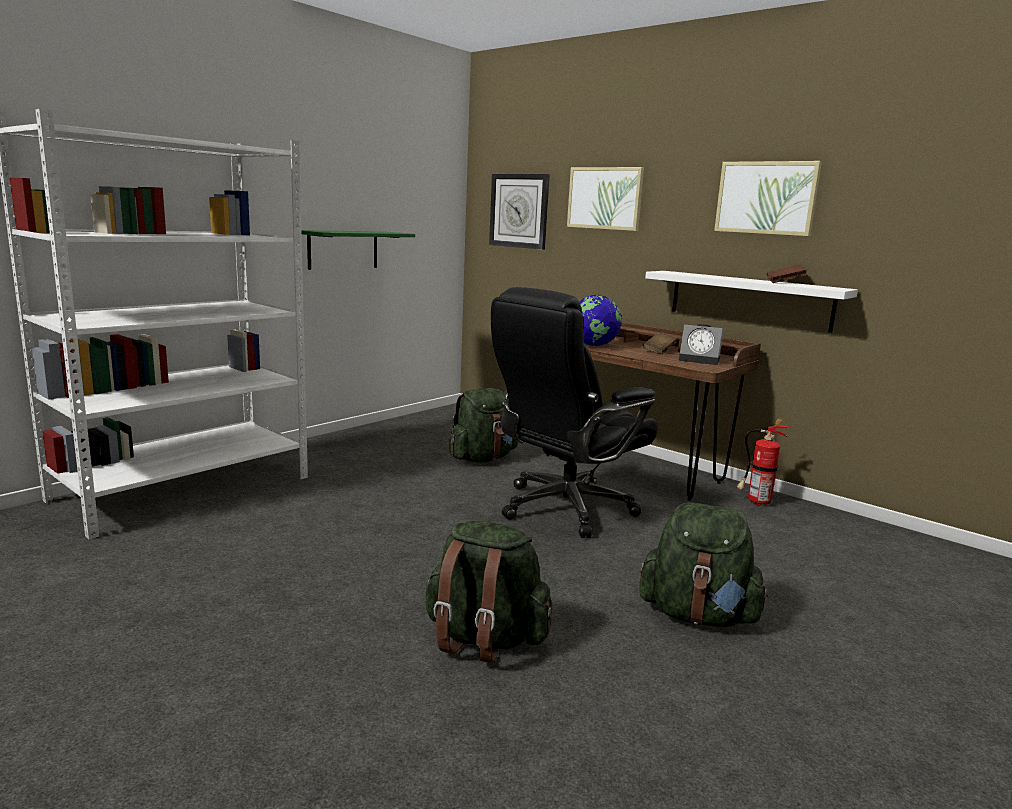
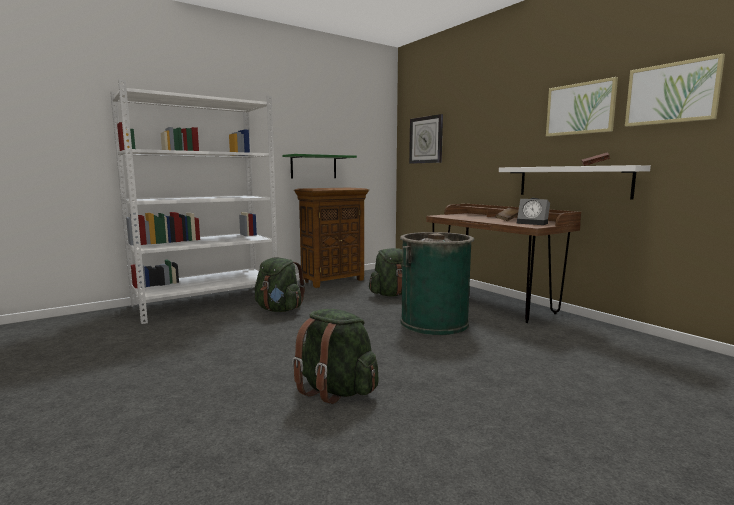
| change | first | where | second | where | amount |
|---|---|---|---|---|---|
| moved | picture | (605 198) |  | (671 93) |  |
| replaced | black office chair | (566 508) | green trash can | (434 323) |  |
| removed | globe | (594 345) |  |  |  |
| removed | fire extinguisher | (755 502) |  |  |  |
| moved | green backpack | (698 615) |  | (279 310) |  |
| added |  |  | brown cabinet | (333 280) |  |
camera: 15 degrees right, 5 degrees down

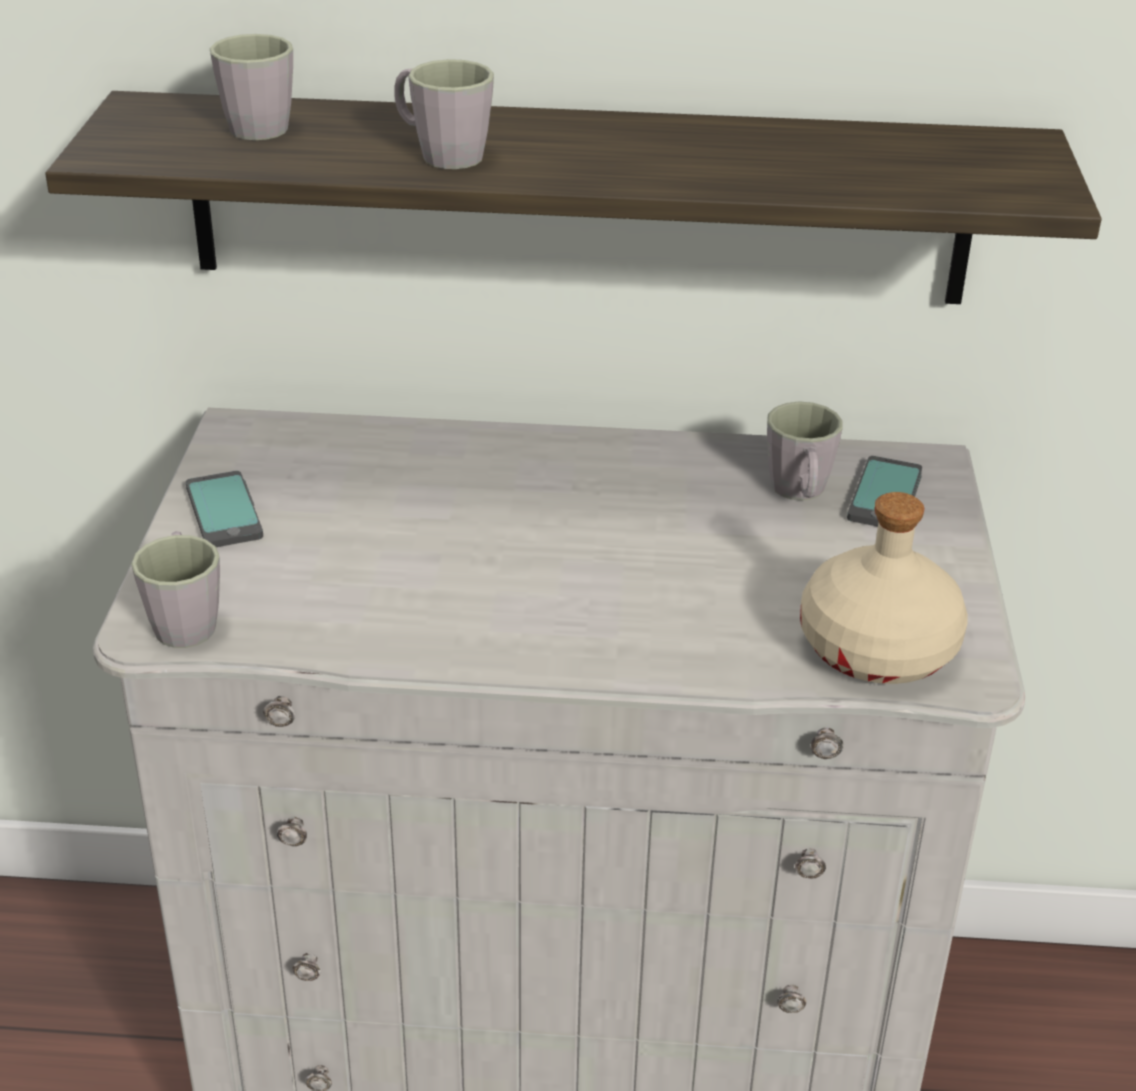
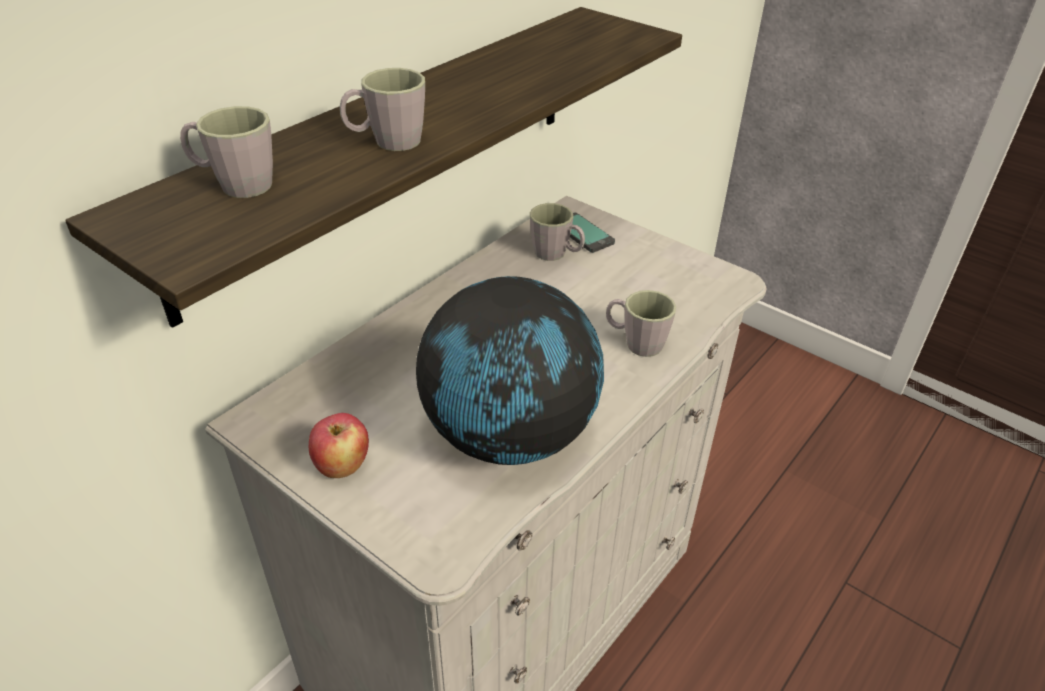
| change | first | where | second | where | amount |
|---|---|---|---|---|---|
| replaced | phone | (224 511) | apple | (342 466) |  |
| removed | beige bottle | (876 649) |  |  |  |
| moved | grey mug | (185 619) |  | (635 342) |  |
| added |  |  | globe | (510 435) |  |
camera: 55 degrees left, 5 degrees up

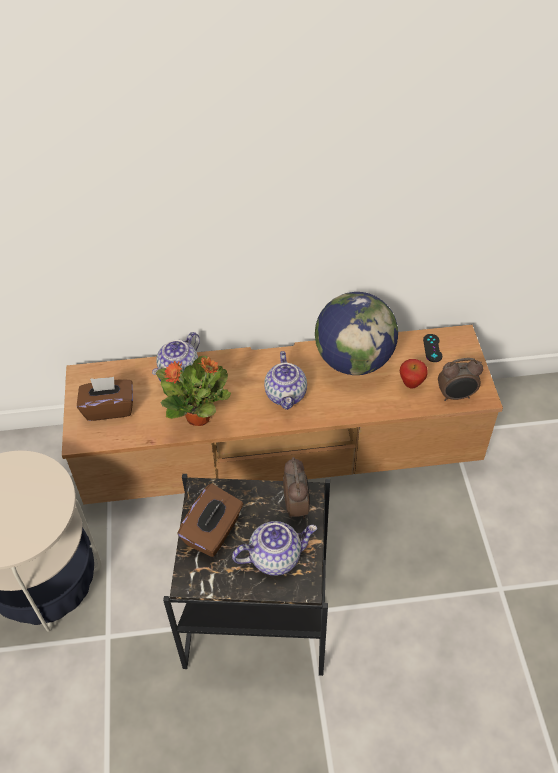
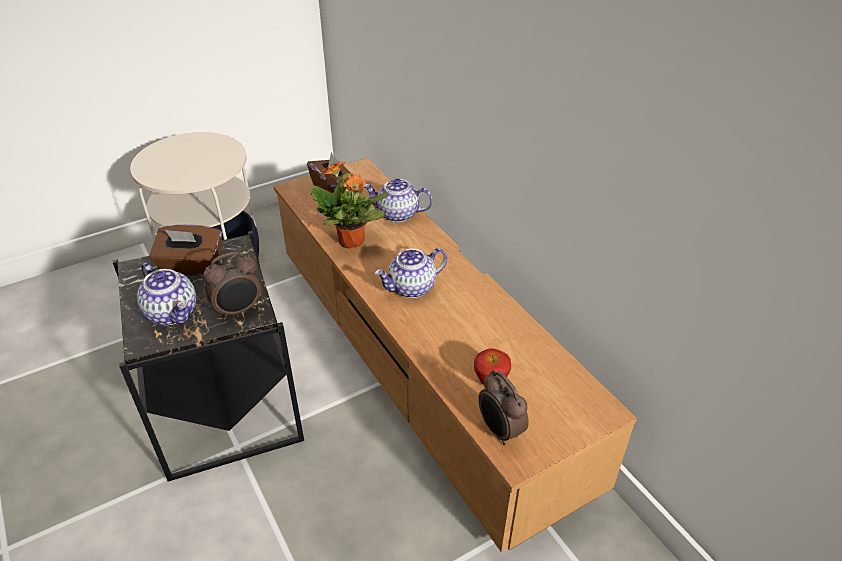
| change | first | where | second | where | amount |
|---|---|---|---|---|---|
| removed | globe | (354 360) |  |  |  |
| removed | black game controller | (432 348) |  |  |  |
camera: 65 degrees right, 10 degrees down

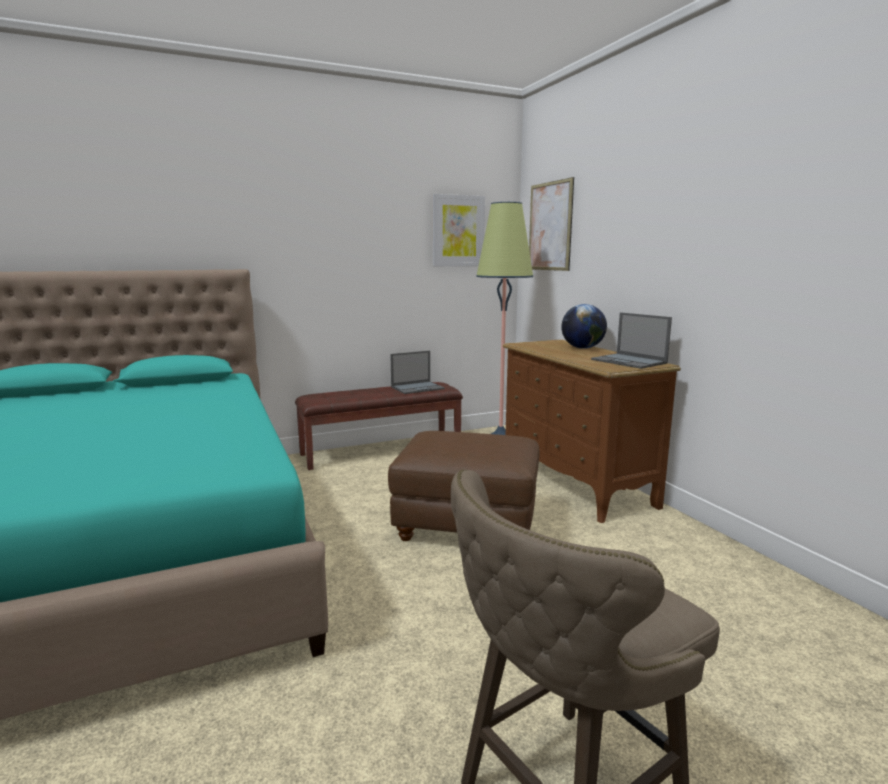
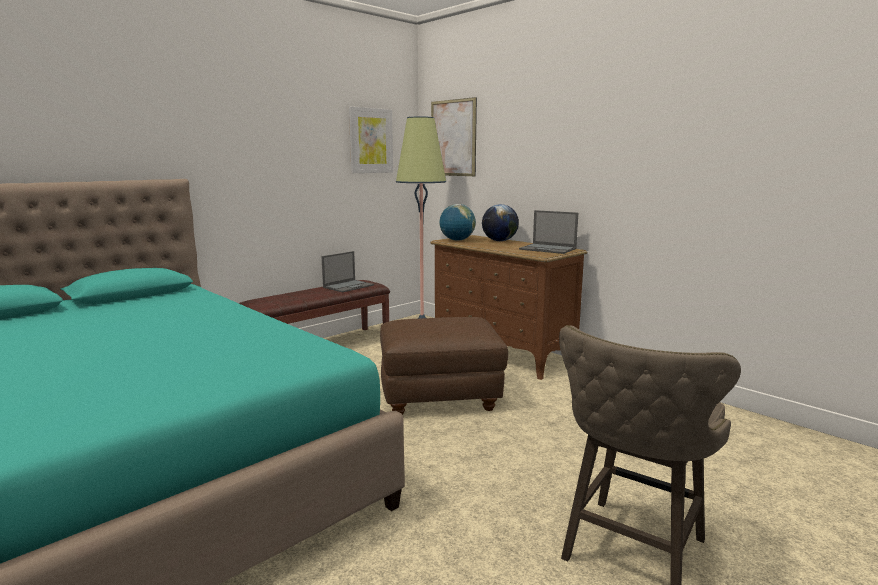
| change | first | where | second | where | amount |
|---|---|---|---|---|---|
| added |  |  | globe | (457 240) |  |
camera: 20 degrees left, 0 degrees up

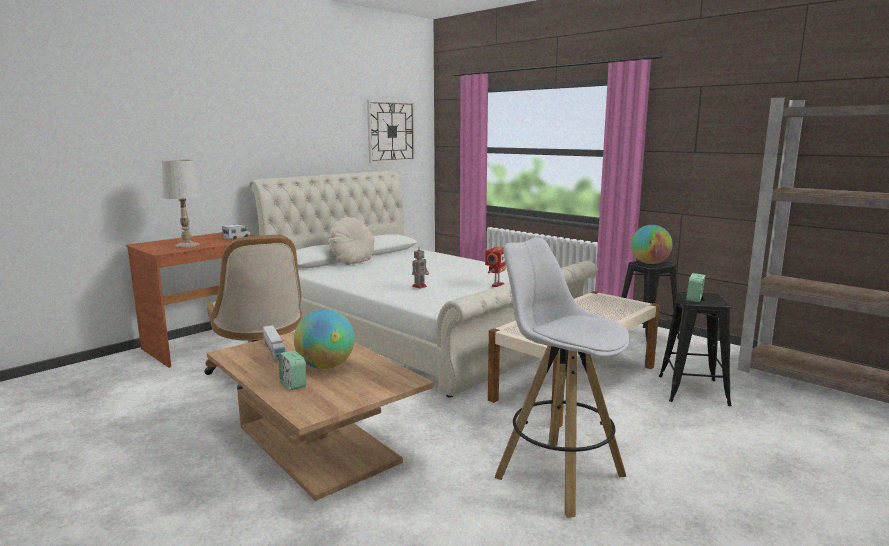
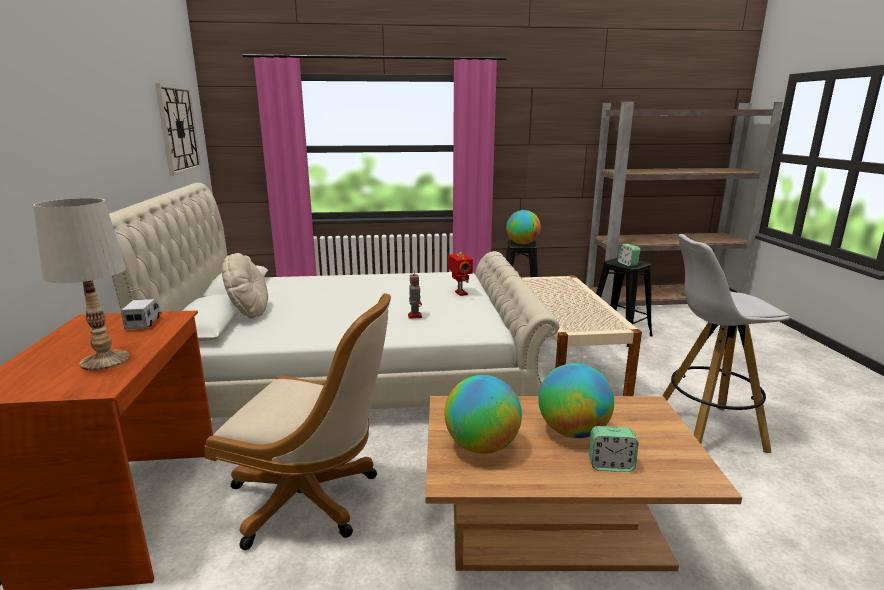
| change | first | where | second | where | amount |
|---|---|---|---|---|---|
| replaced | toy truck | (274 350) | globe | (481 446) |  |
camera: 50 degrees left, 5 degrees up

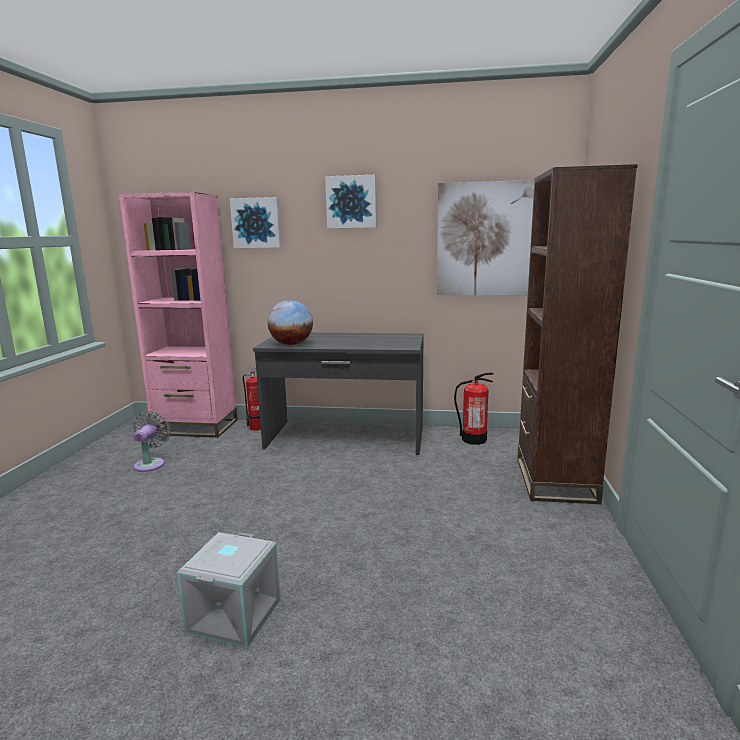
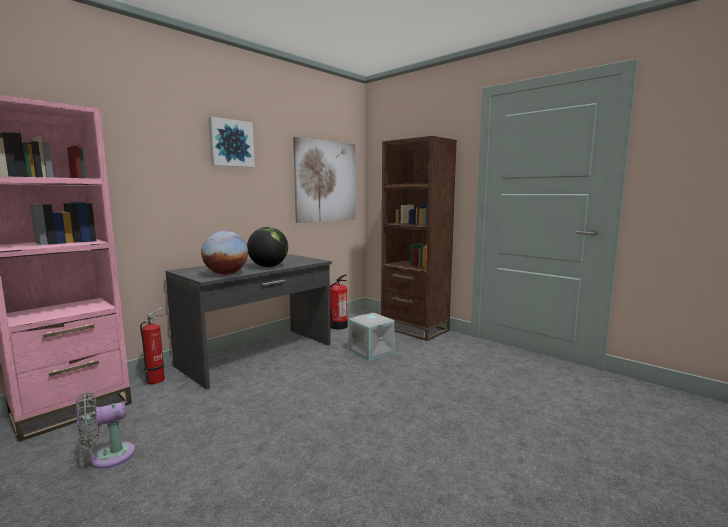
| change | first | where | second | where | amount |
|---|---|---|---|---|---|
| removed | picture | (256 223) |  |  |  |
| turned | grey fan | (151 464) |  | (107 457) | 75 degrees counterclockwise |
| moved | grey storage box | (235 616) |  | (372 351) |  |
| added |  |  | globe | (268 266) |  |
camera: 55 degrees left, 5 degrees down

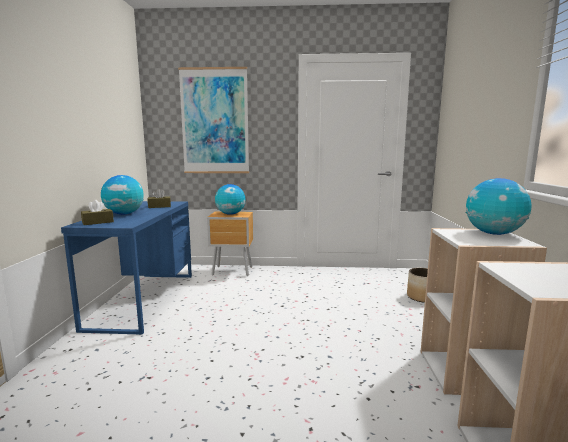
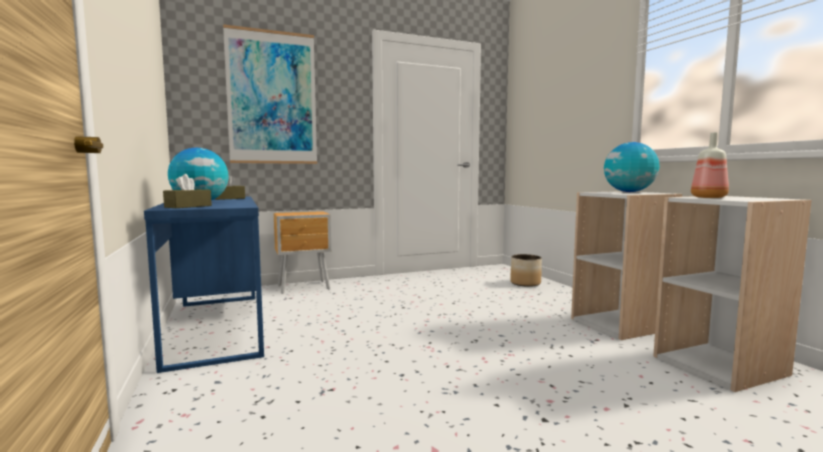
| change | first | where | second | where | amount |
|---|---|---|---|---|---|
| removed | globe | (230 214) |  |  |  |
| added |  |  | bottle | (709 197) |  |
camera: 25 degrees left, 5 degrees down

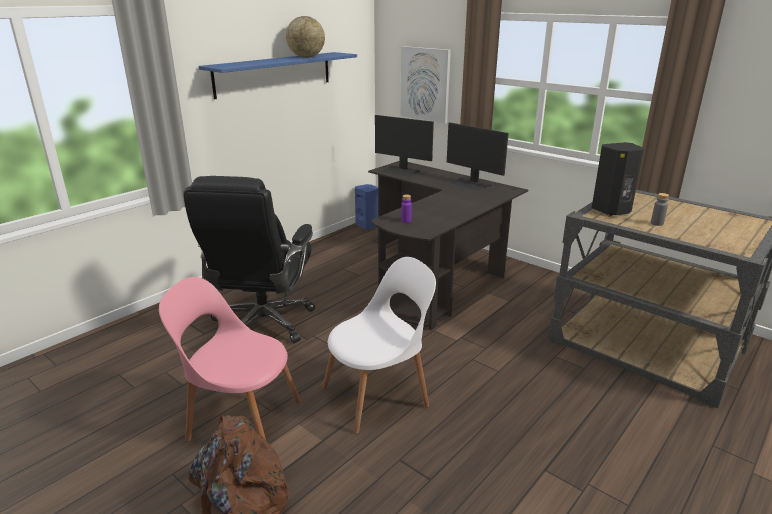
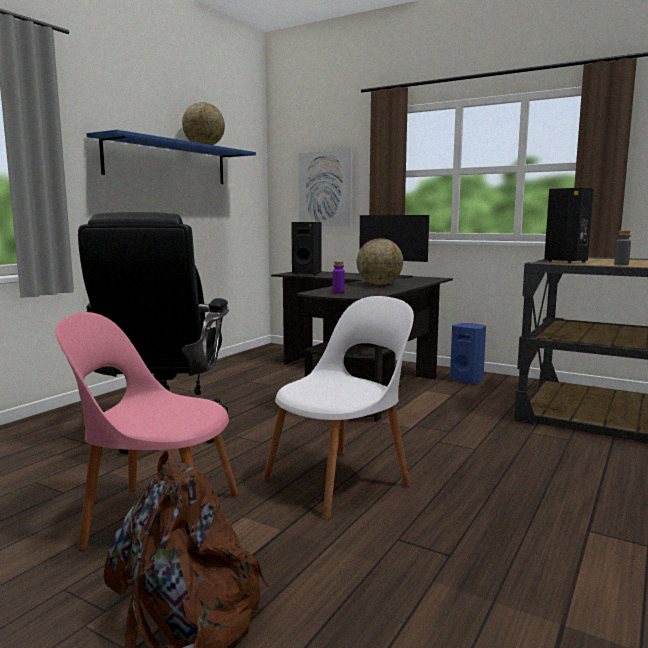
| change | first | where | second | where | amount |
|---|---|---|---|---|---|
| replaced | monitor | (400 171) | black speaker | (308 274) |  |
| moved | blue speaker | (368 225) |  | (467 380) |  |
| added |  |  | globe | (379 284) |  |
camera: 10 degrees left, 15 degrees down

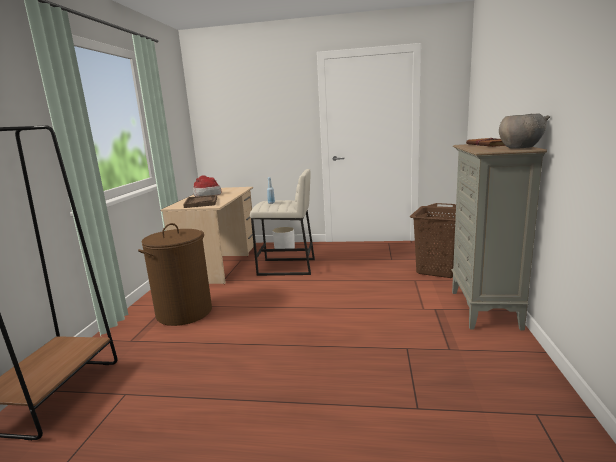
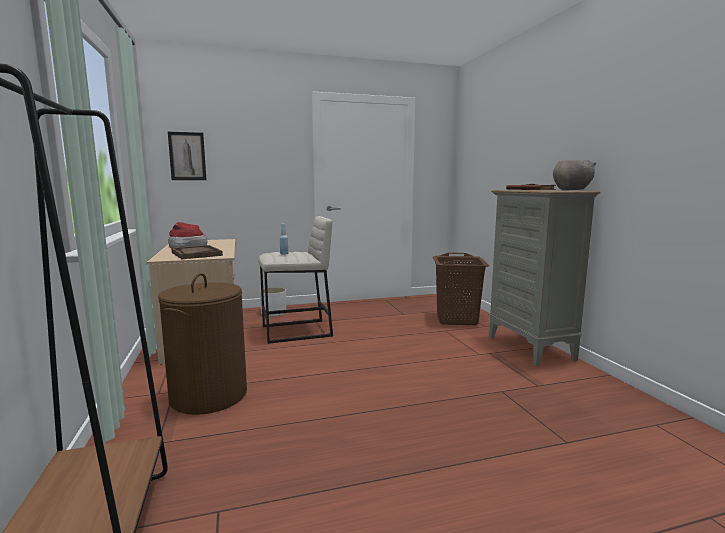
| change | first | where | second | where | amount |
|---|---|---|---|---|---|
| added |  |  | picture | (187 156) |  |
camera: 25 degrees left, 5 degrees down

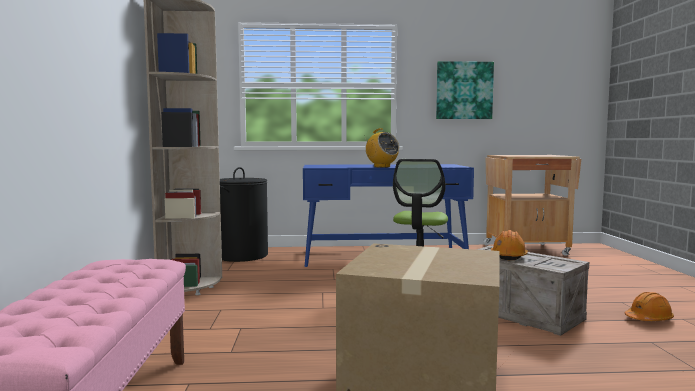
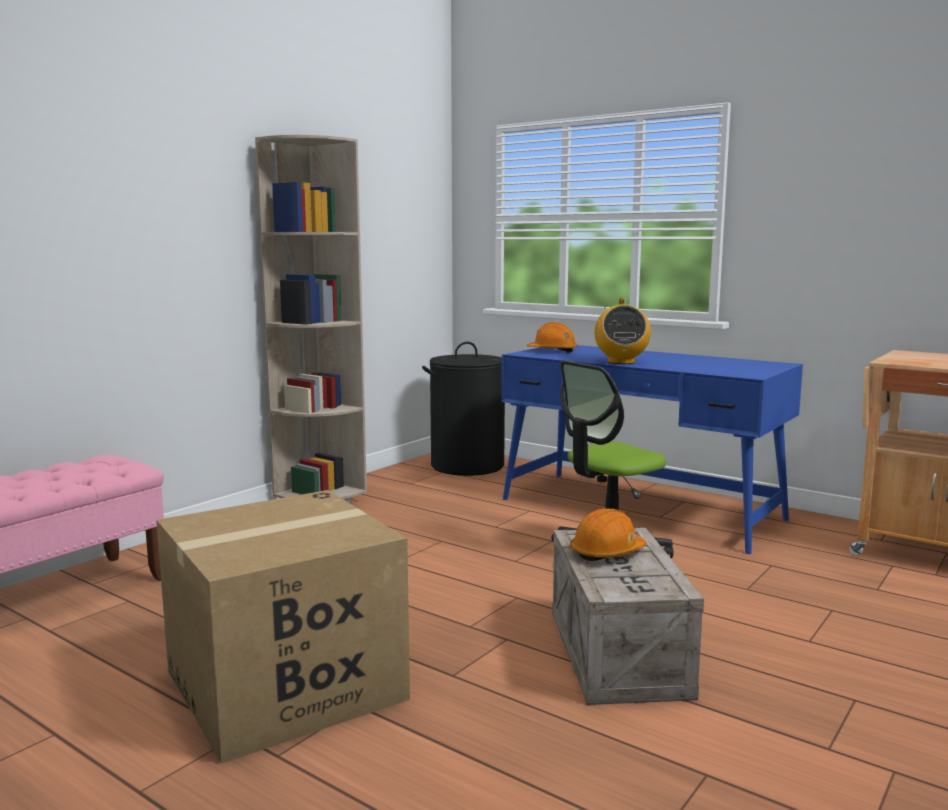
| change | first | where | second | where | amount |
|---|---|---|---|---|---|
| removed | picture | (464 90) |  |  |  |
| moved | orange hard hat | (648 319) |  | (552 351) |  |
camera: 40 degrees right, 5 degrees up

